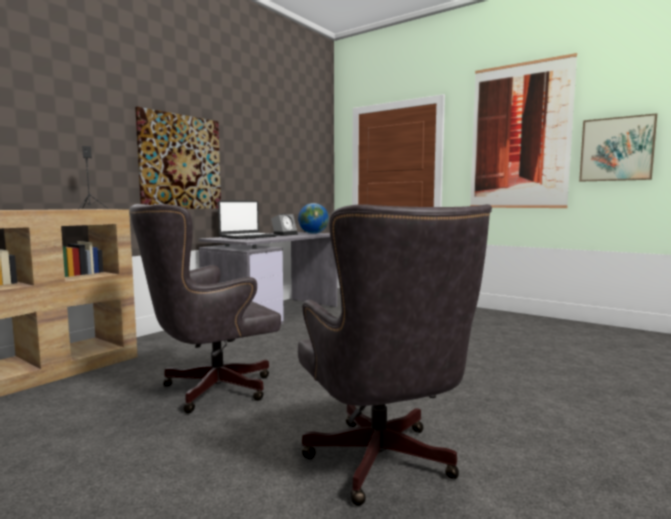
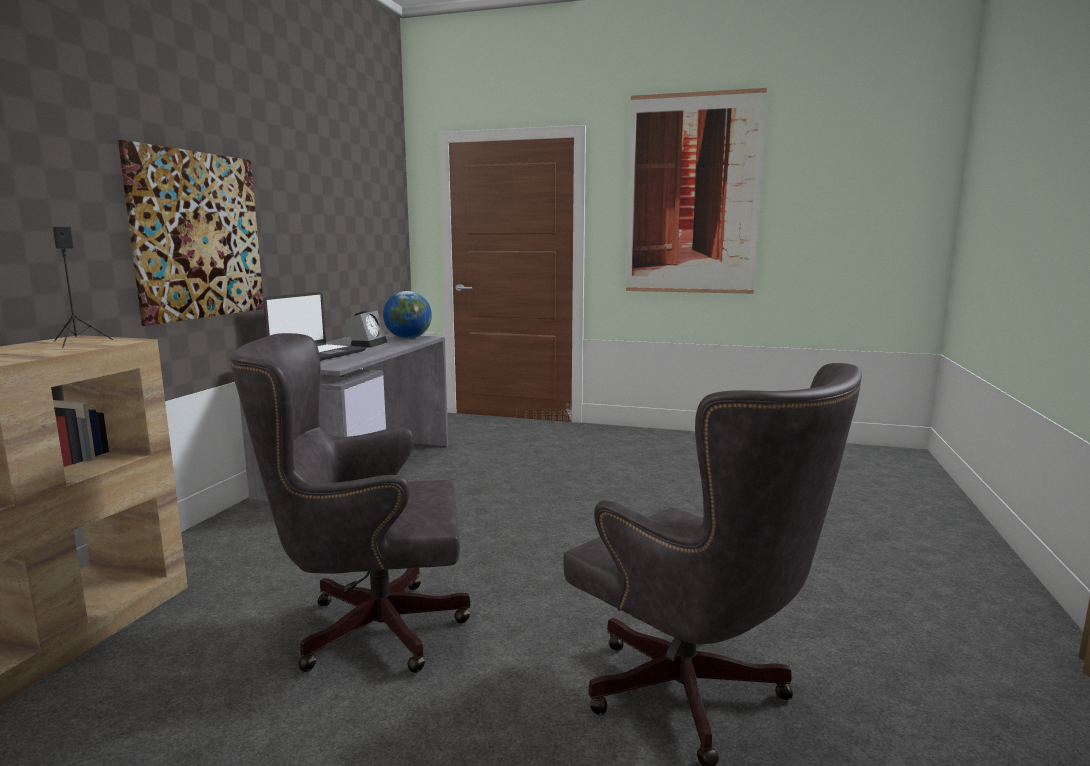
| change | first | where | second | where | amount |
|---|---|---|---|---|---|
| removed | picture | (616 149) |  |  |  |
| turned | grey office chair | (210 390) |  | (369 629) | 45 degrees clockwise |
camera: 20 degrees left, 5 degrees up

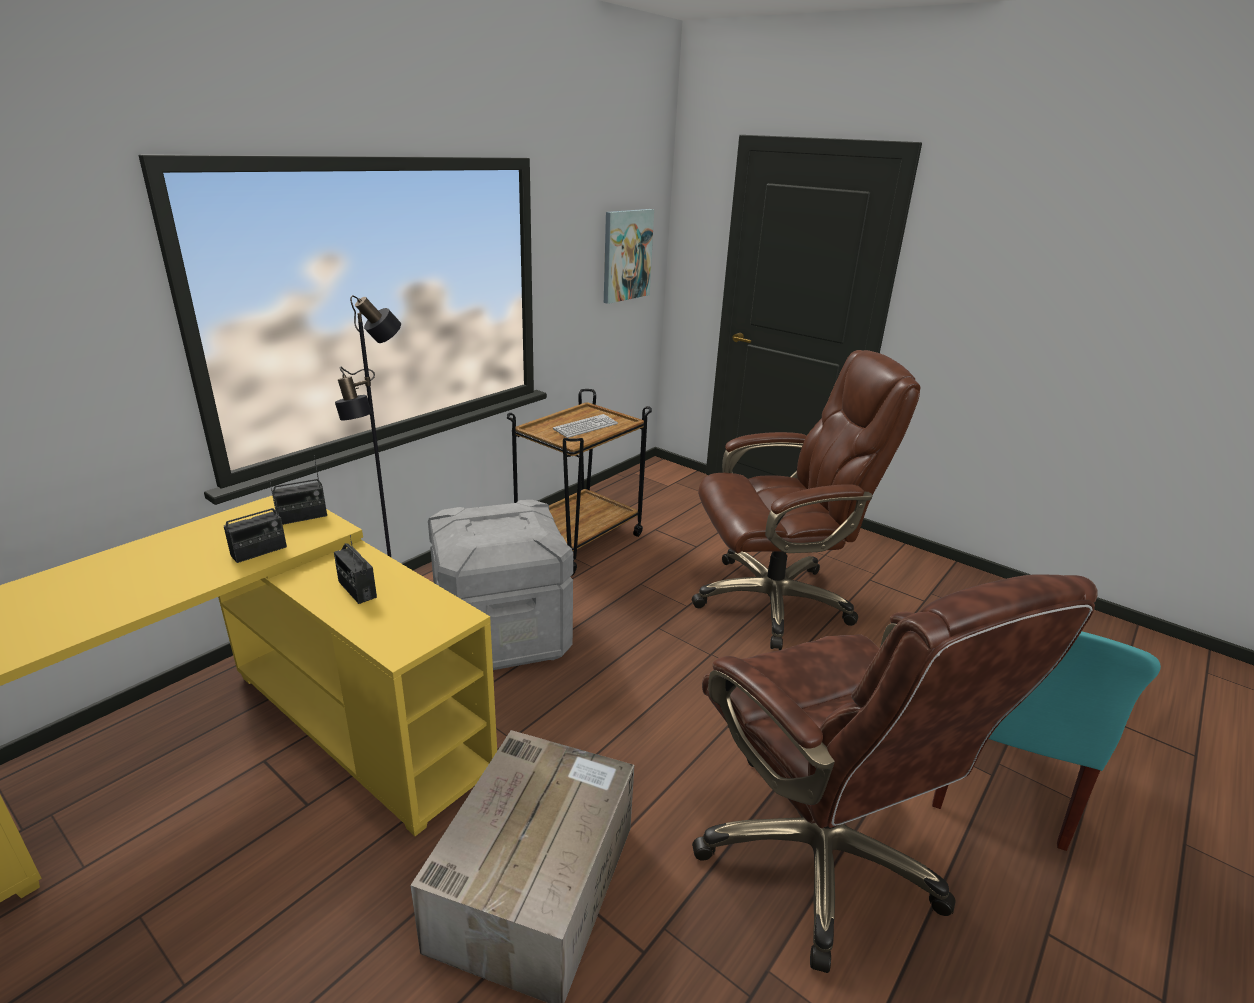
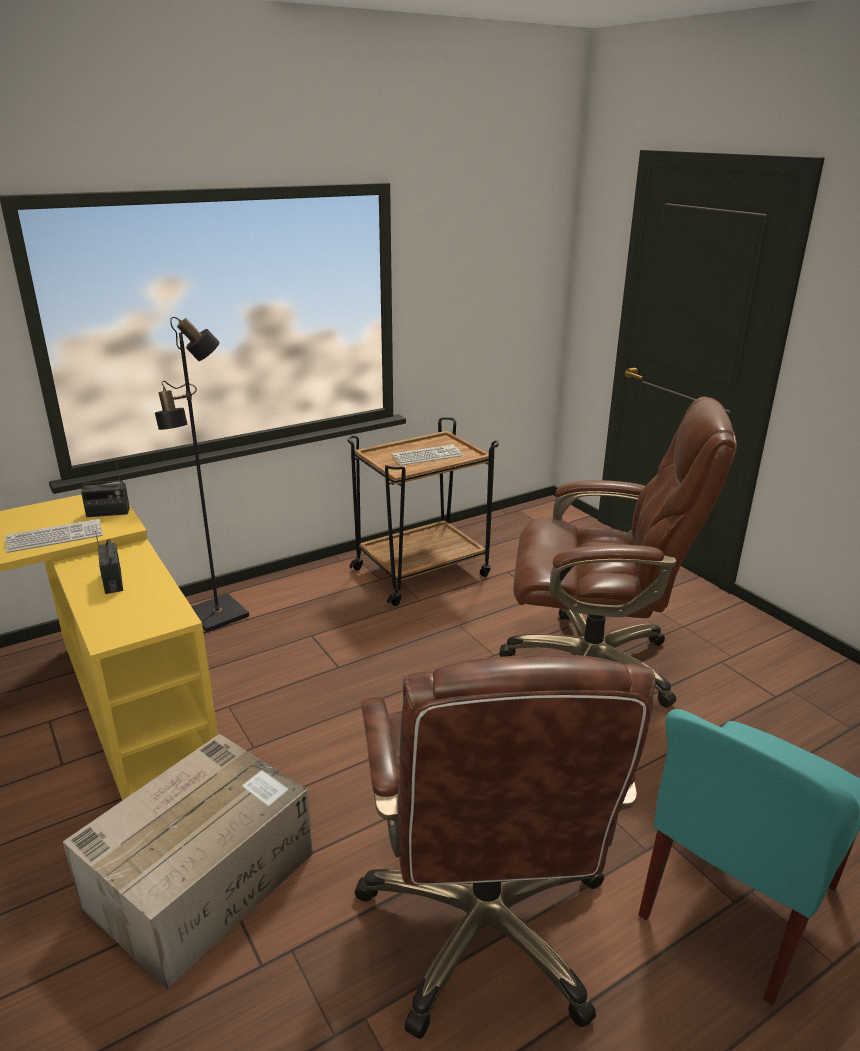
| change | first | where | second | where | amount |
|---|---|---|---|---|---|
| removed | picture | (626 255) |  |  |  |
| replaced | radio | (259 551) | keyboard | (55 537) |  |
| removed | grey storage box | (503 635) |  |  |  |
camera: 20 degrees right, 0 degrees up

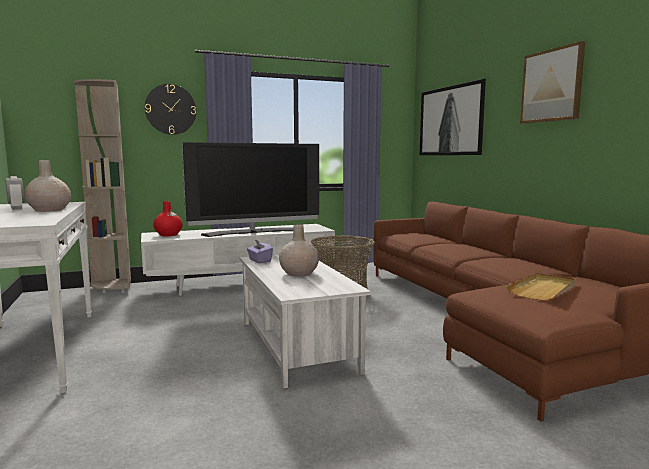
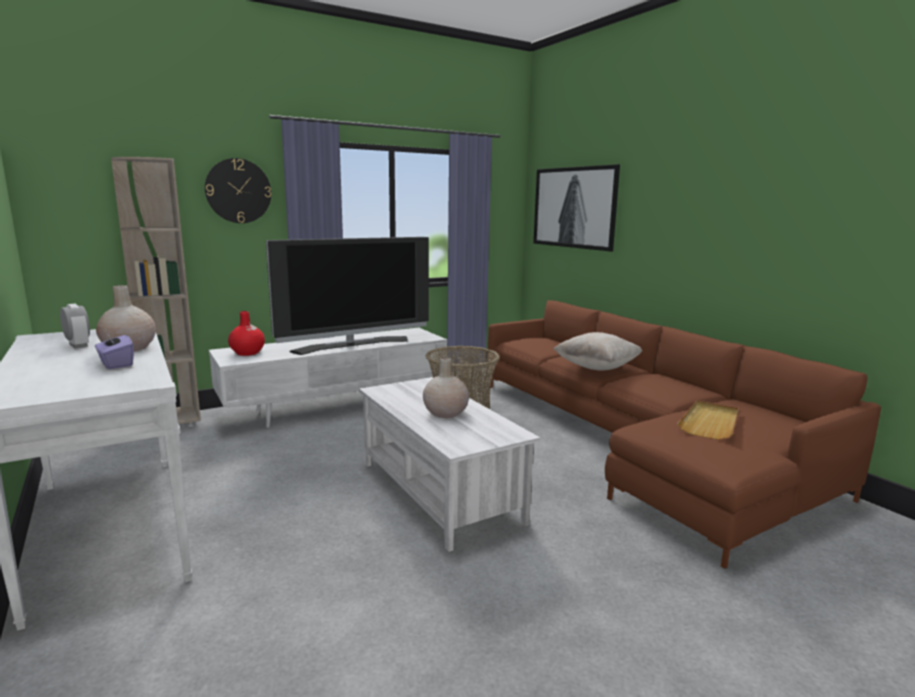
| change | first | where | second | where | amount |
|---|---|---|---|---|---|
| removed | picture | (552 85) |  |  |  |
| moved | purple tissue box | (259 261) |  | (116 364) |  |
| added |  |  | beige pillow | (596 367) |  |
camera: 10 degrees left, 5 degrees up

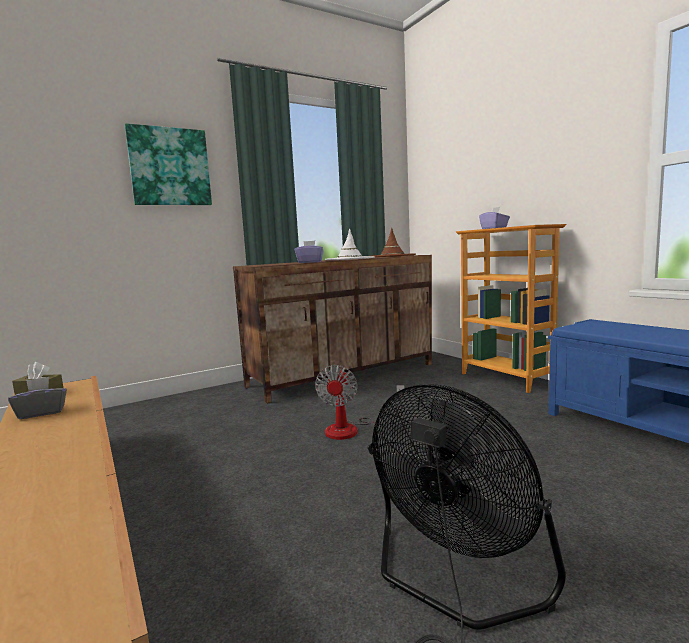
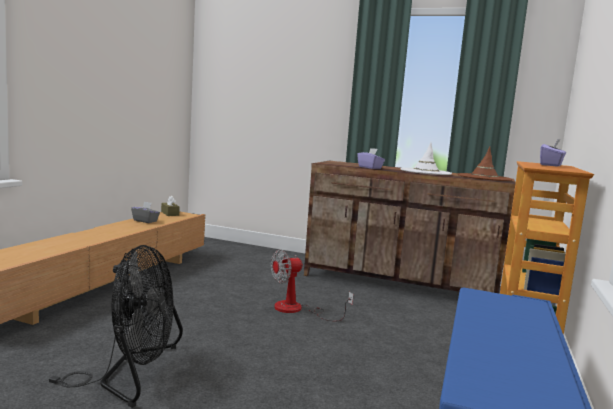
| change | first | where | second | where | amount |
|---|---|---|---|---|---|
| removed | picture | (169 167) |  |  |  |
camera: 50 degrees right, 0 degrees up

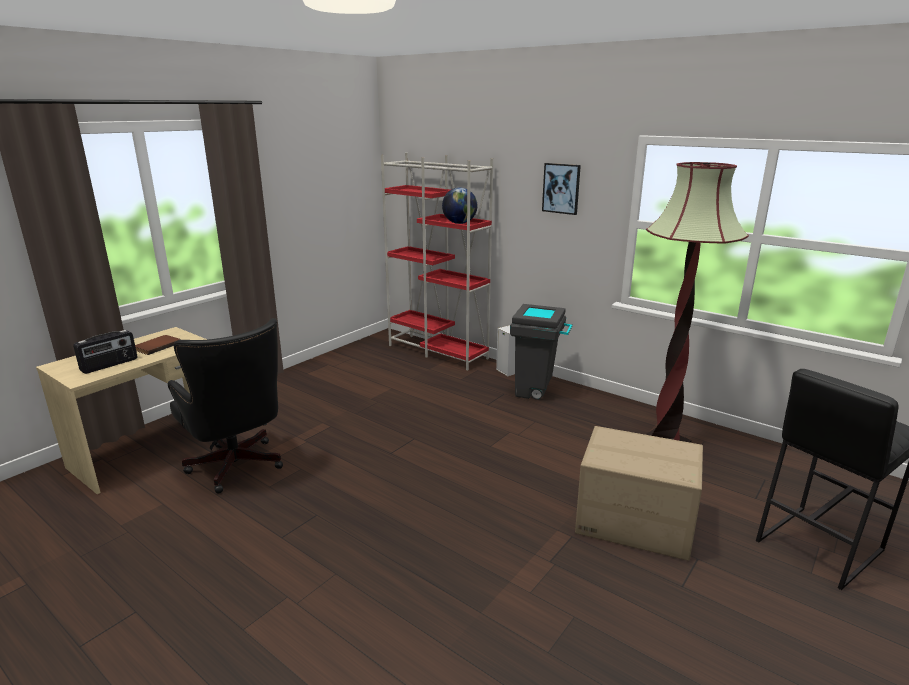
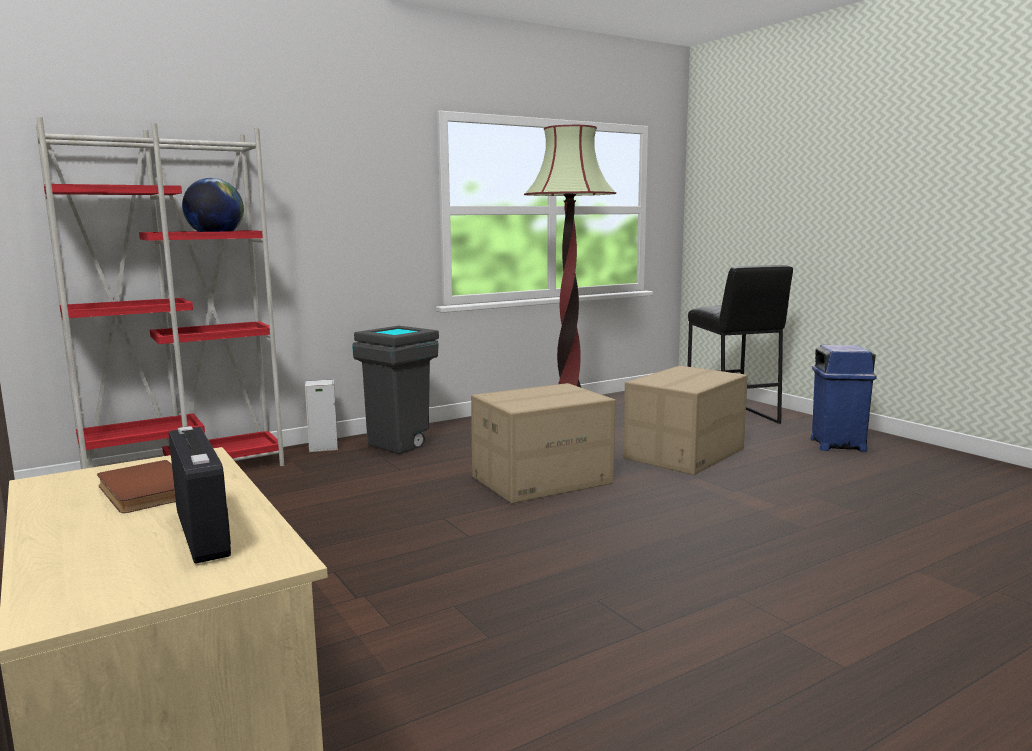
| change | first | where | second | where | amount |
|---|---|---|---|---|---|
| removed | picture | (561 188) |  |  |  |
| removed | black office chair | (238 467) |  |  |  |
| added |  |  | blue trash can | (837 445) |  |
| added |  |  | cardboard box | (541 480) |  |
camera: 70 degrees left, 10 degrees down

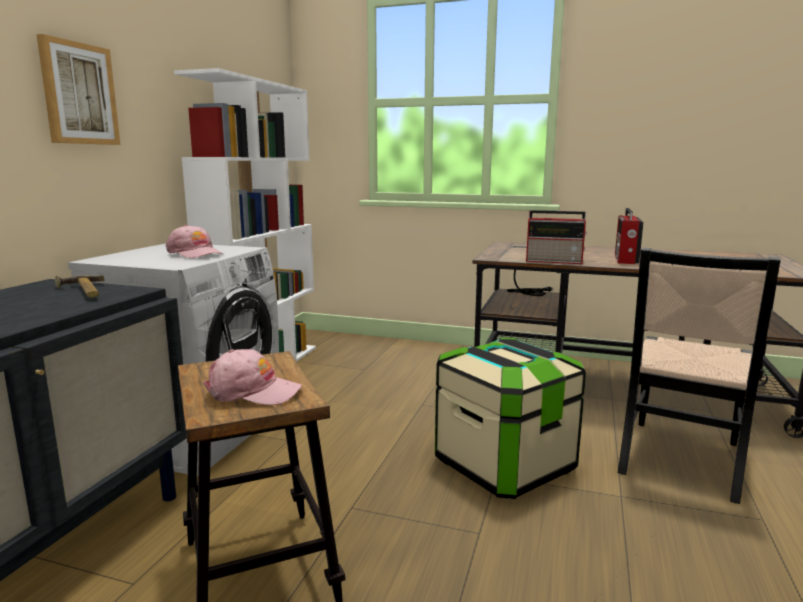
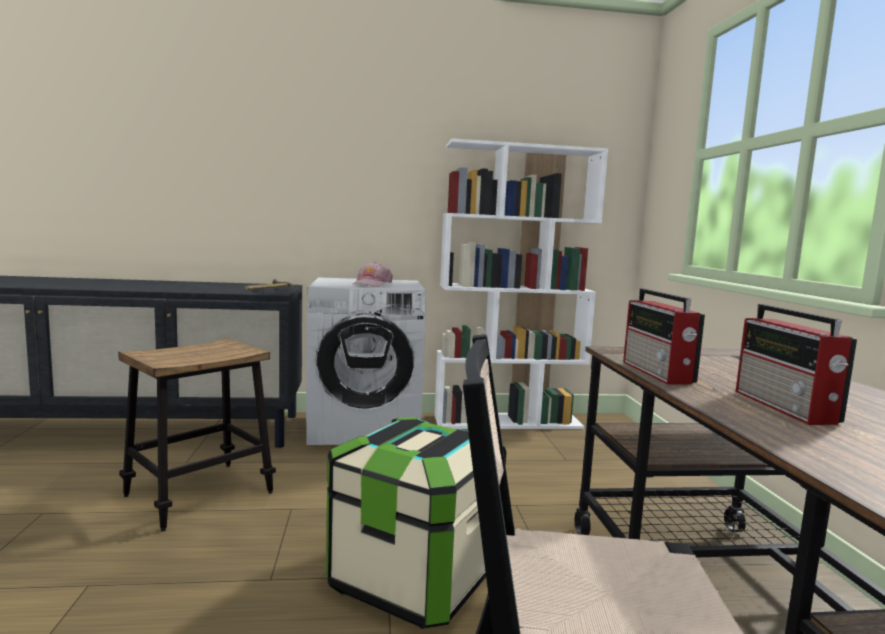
| change | first | where | second | where | amount |
|---|---|---|---|---|---|
| removed | picture | (79 94) |  |  |  |
| turned | radio | (625 259) |  | (786 407) | 90 degrees counterclockwise |
| removed | pink cap | (253 391) |  |  |  |
camera: 65 degrees right, 5 degrees down

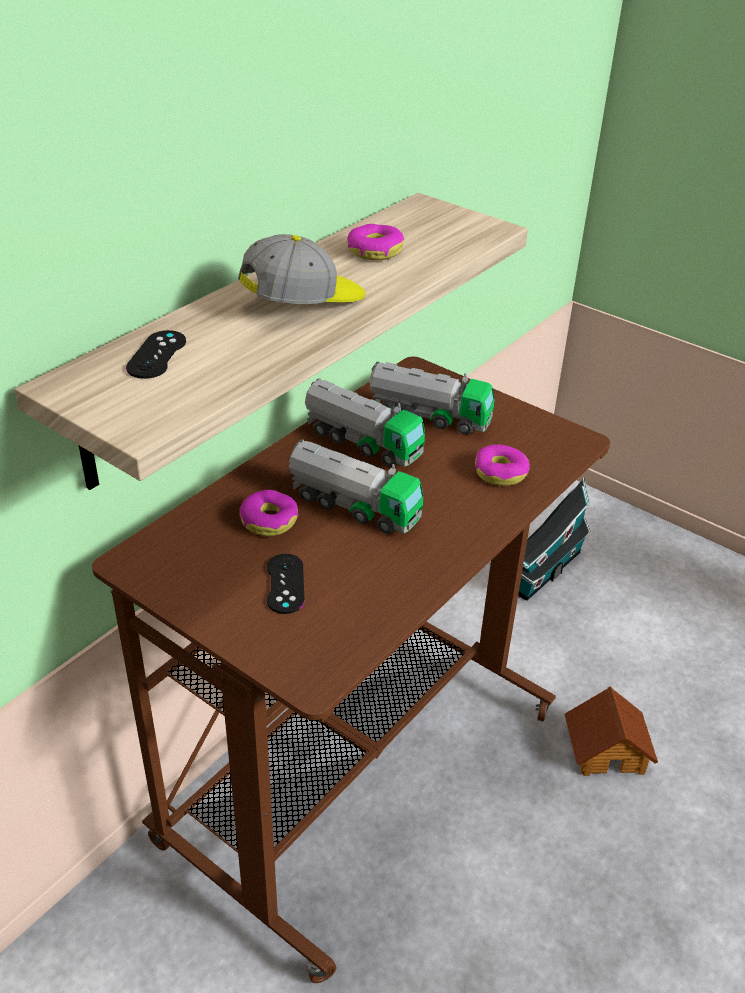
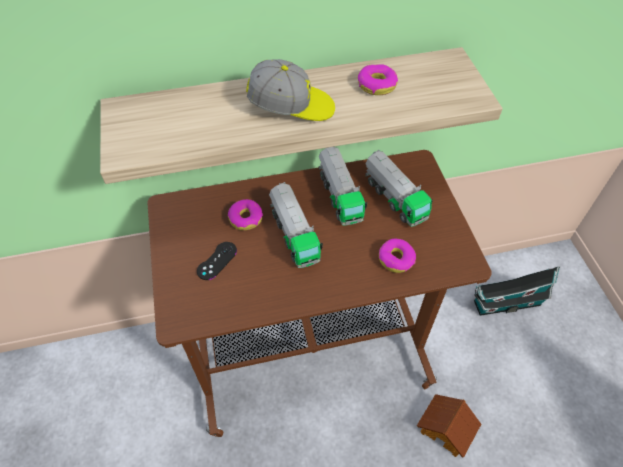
| change | first | where | second | where | amount |
|---|---|---|---|---|---|
| removed | black game controller | (157 355) |  |  |  |
camera: 40 degrees right, 15 degrees up

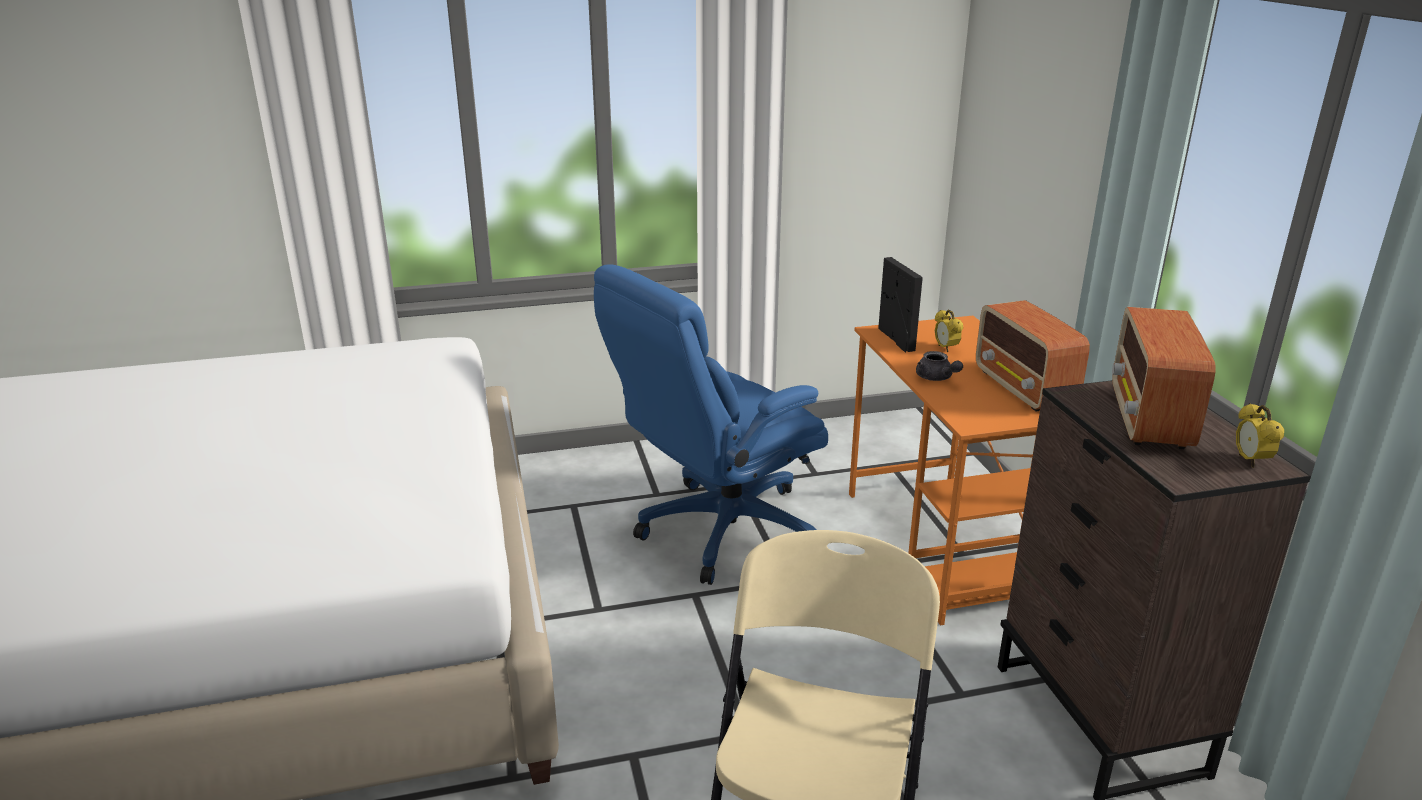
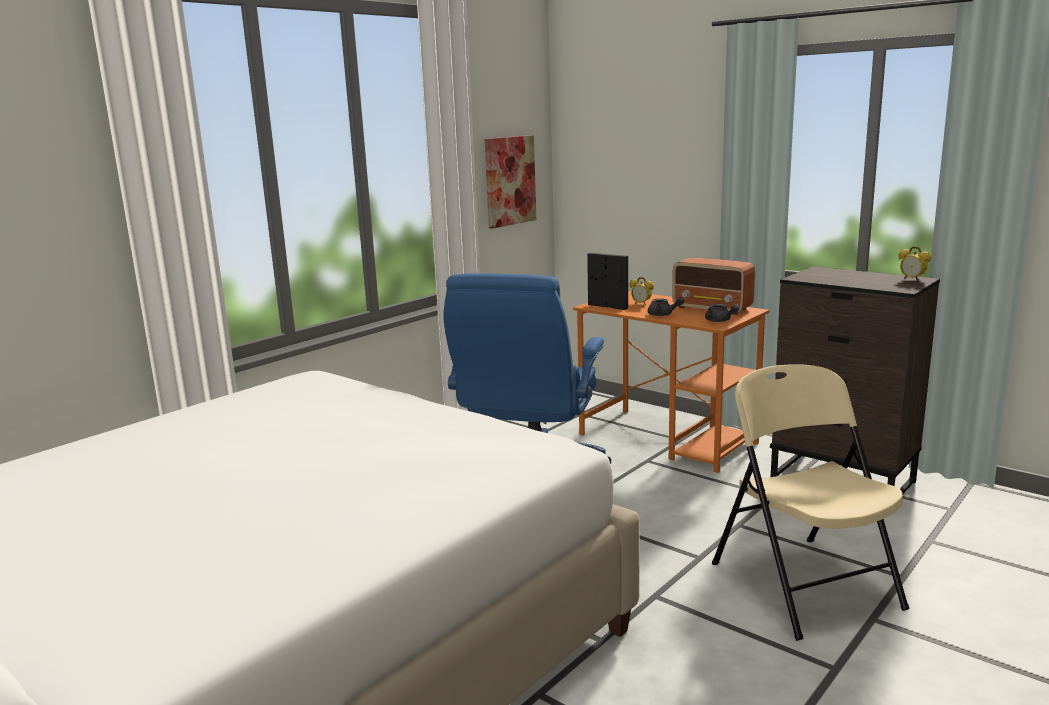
| change | first | where | second | where | amount |
|---|---|---|---|---|---|
| removed | radio | (1149 419) |  |  |  |
| added |  |  | picture | (509 181) |  |
| added |  |  | grey teapot | (720 321) |  |
camera: 35 degrees left, 10 degrees down

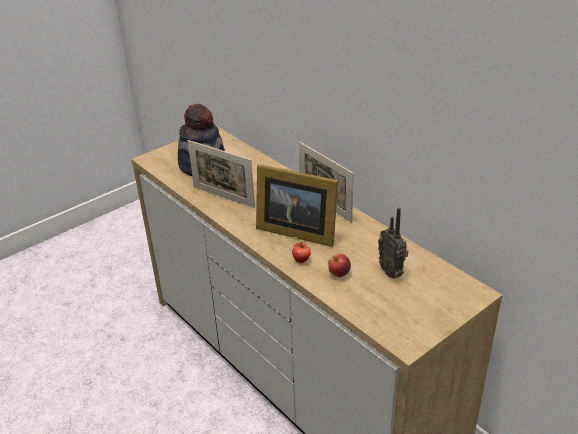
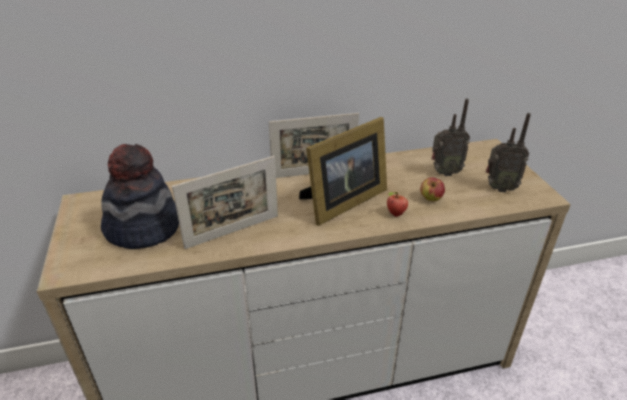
| change | first | where | second | where | amount |
|---|---|---|---|---|---|
| added |  |  | radio | (499 188) |  |
camera: 65 degrees left, 0 degrees up

